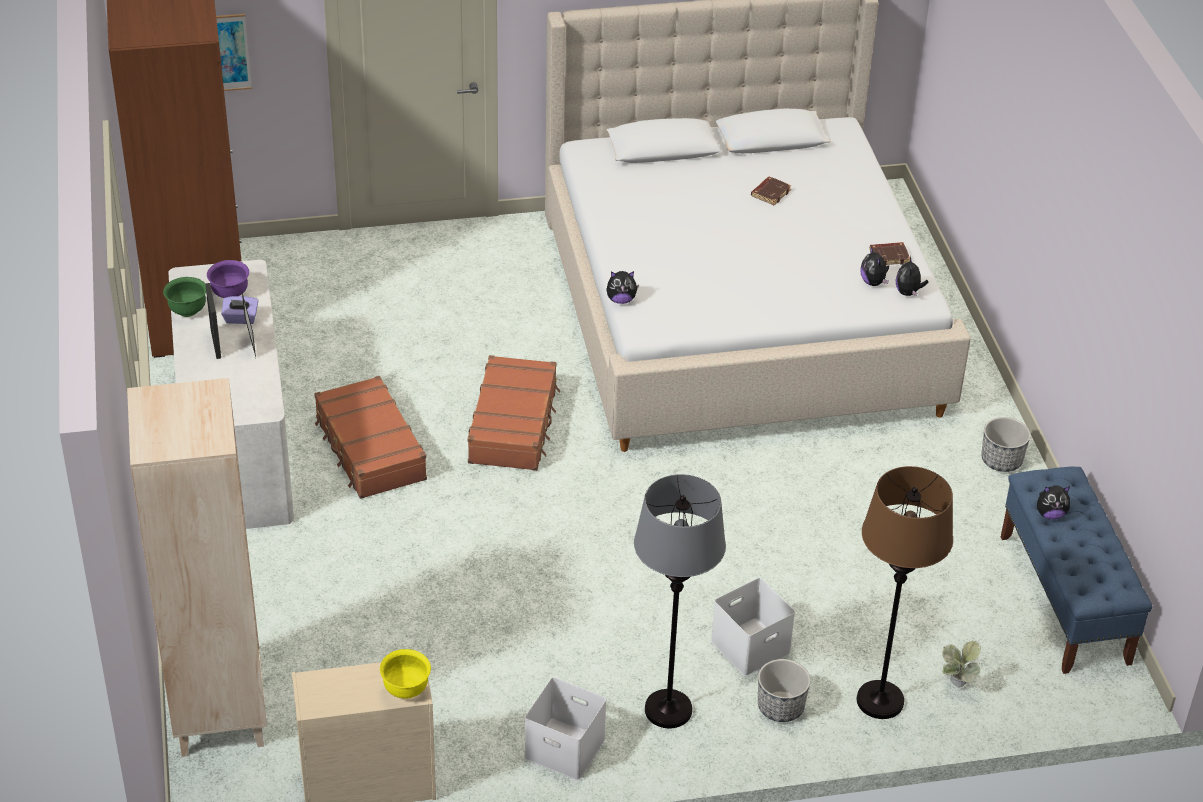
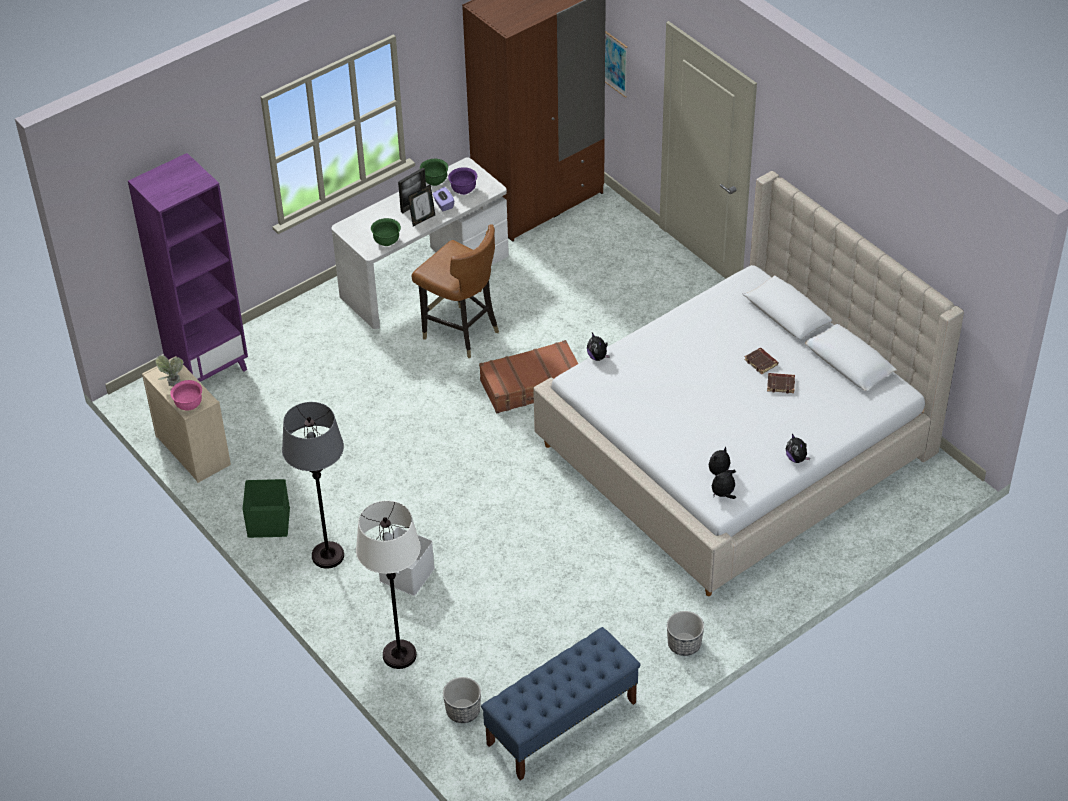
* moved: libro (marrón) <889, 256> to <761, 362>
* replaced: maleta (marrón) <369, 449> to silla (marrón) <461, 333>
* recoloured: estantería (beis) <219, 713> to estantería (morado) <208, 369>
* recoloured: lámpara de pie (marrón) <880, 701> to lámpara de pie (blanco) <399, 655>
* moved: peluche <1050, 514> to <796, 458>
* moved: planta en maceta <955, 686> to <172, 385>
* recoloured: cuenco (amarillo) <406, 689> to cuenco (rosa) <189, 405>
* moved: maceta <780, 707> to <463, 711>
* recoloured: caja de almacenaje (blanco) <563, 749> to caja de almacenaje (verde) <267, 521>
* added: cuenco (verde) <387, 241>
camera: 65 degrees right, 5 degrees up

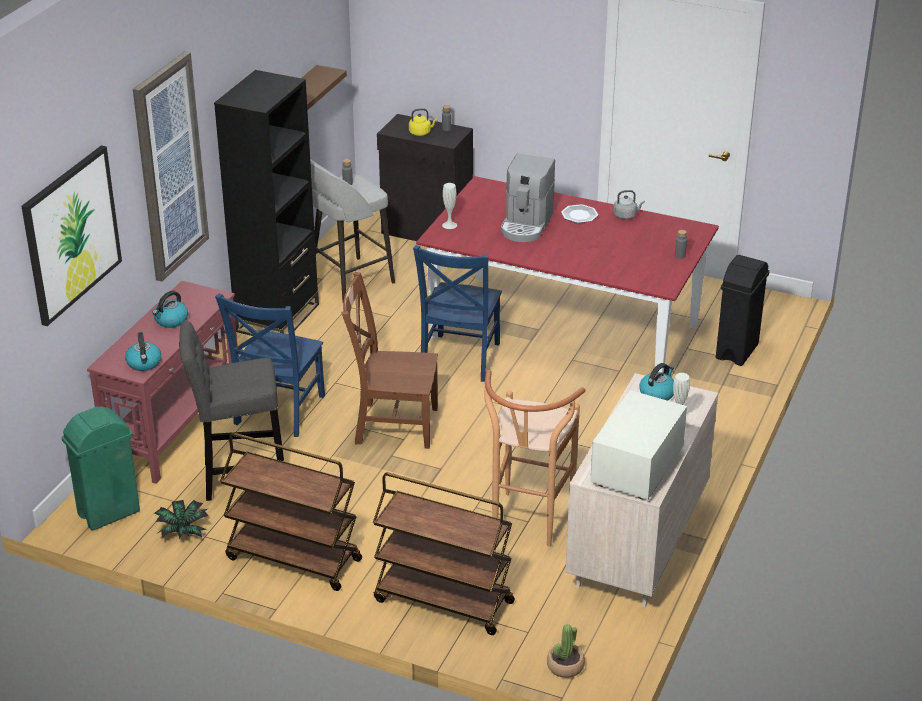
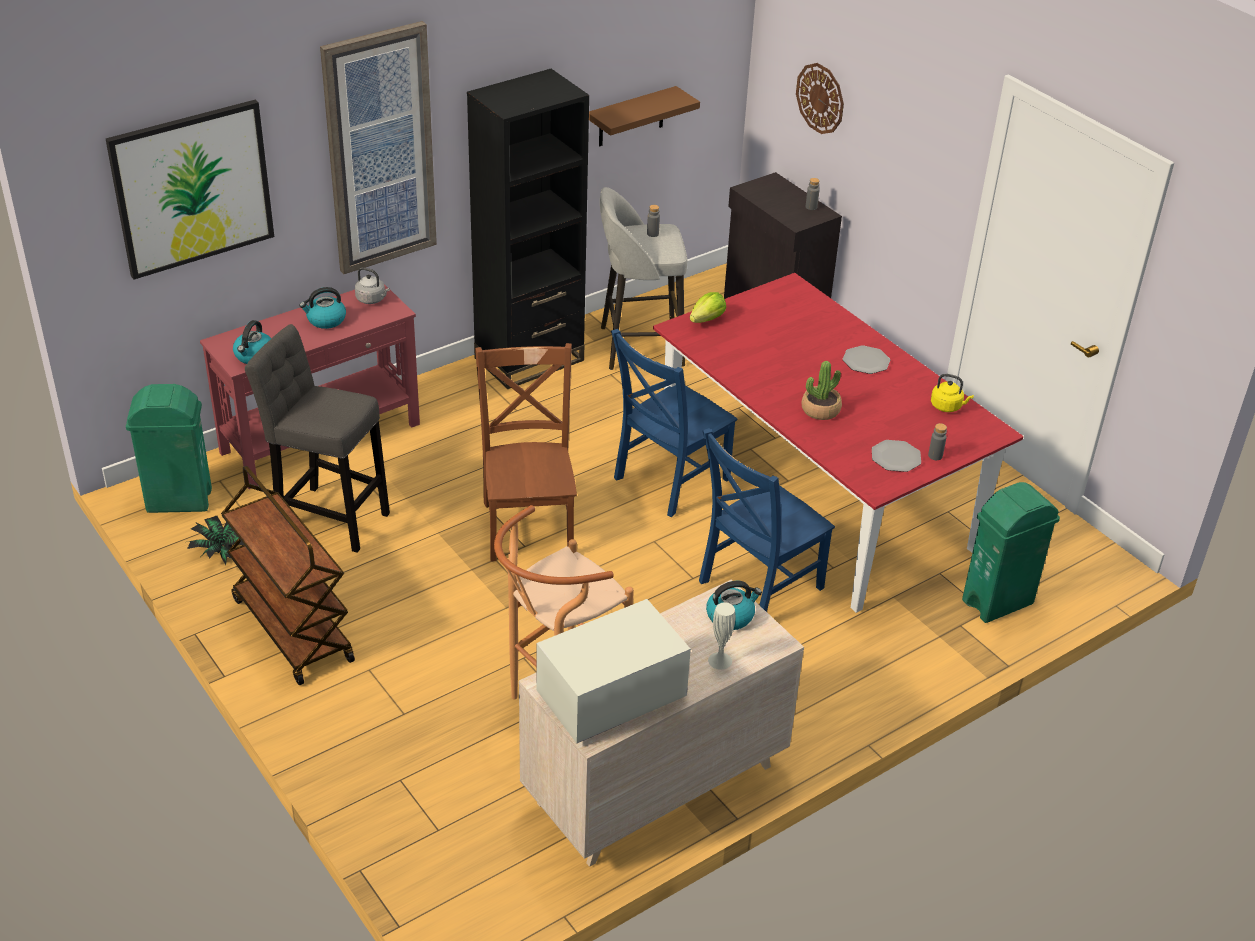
* moved: hervidor (amarillo) <421, 133> to <947, 406>
* removed: cafetera <526, 225>
* replaced: florero (blanco) <449, 225> to lechuga <707, 320>
* moved: hervidor (gris) <626, 215> to <372, 299>
* recoloured: papelera (negro) <737, 351> to papelera (verde) <998, 602>
* turned: silla (marrón) <392, 425> = <528, 525> 45 degrees clockwise
* moved: silla (azul) <278, 412> to <757, 587>
* removed: carrito (marrón) <442, 601>
* moved: planta en maceta <565, 666> to <820, 410>
* added: reloj de pared <820, 98>
* added: plato <895, 457>
camera: 30 degrees right, 5 degrees up

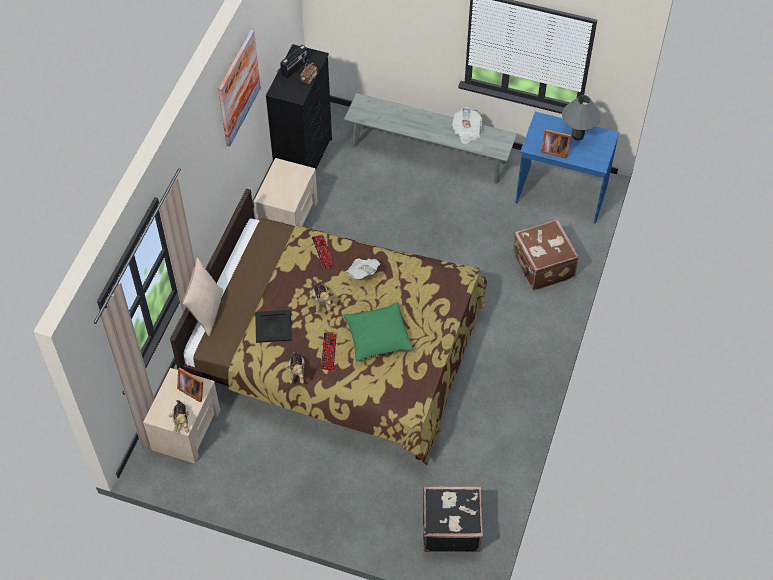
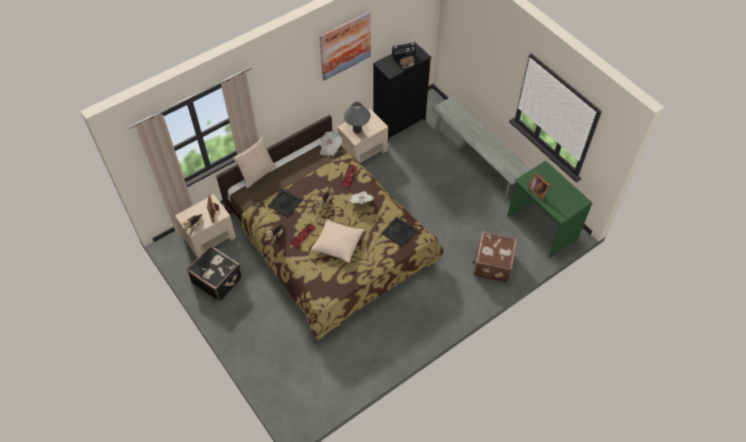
* moved: lámpara de mesa (gris) <577, 135> to <357, 130>
* moved: periódico <466, 131> to <329, 148>
* recoloured: escritorio (azul) <561, 194> to escritorio (verde) <541, 227>
* recoloured: cojín (verde) <377, 337> to cojín (beis) <338, 244>
* moved: maleta (negro) <450, 527> to <218, 279>
* added: bandeja (negro) <398, 231>
camera: 35 degrees right, 0 degrees up

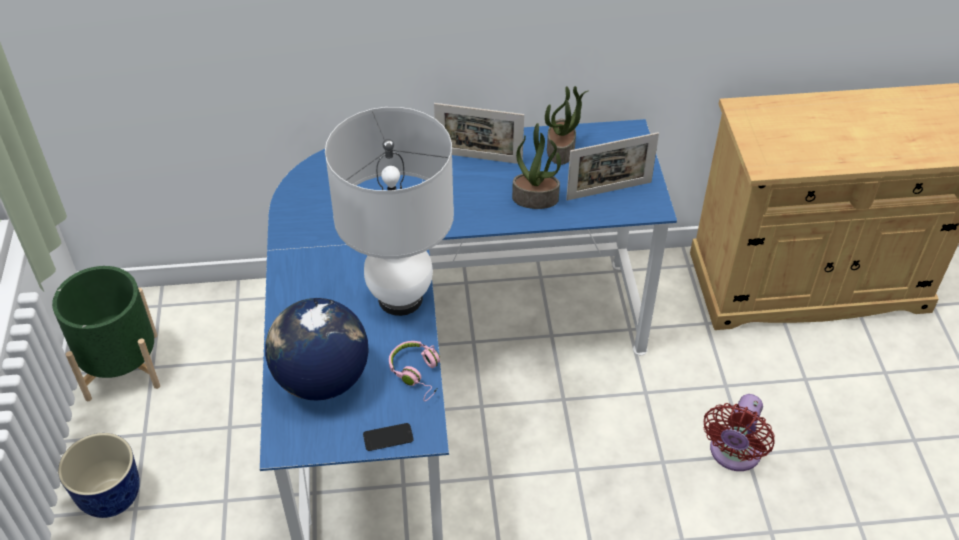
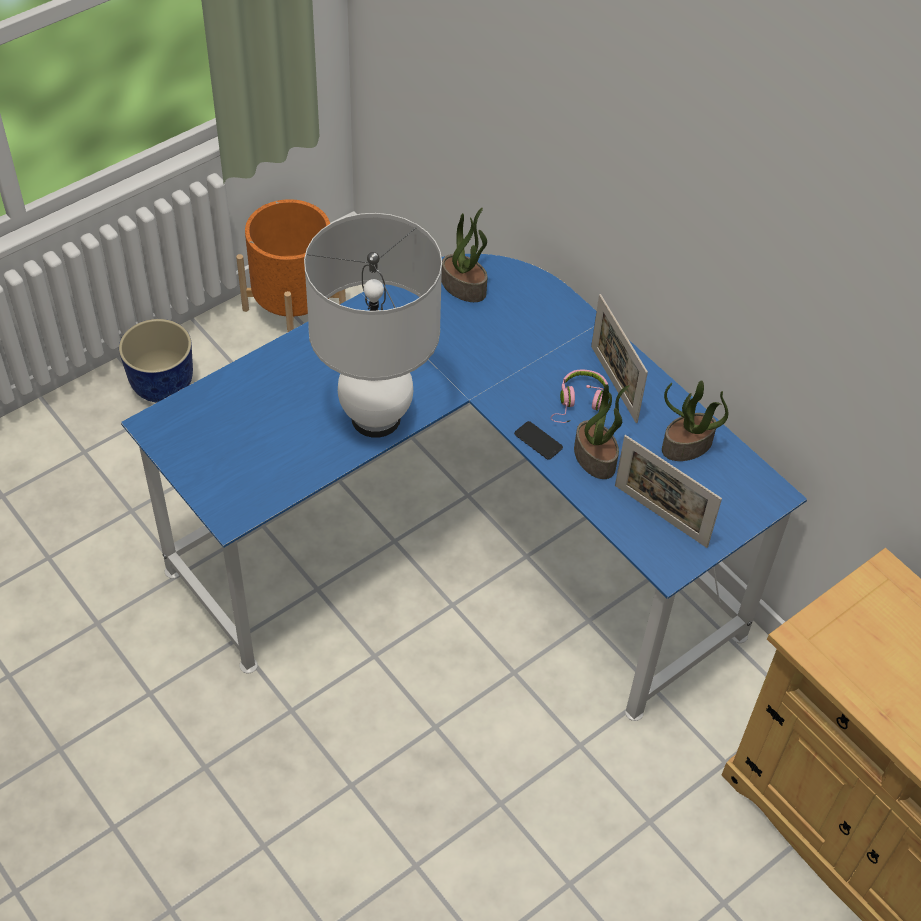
* recoloured: maceta (verde) <122, 366> to maceta (naranja) <294, 310>
* removed: globo terráqueo <321, 379>
* moved: auriculares (rosa) <417, 374> to <579, 403>
* removed: ventilador (rojo) <733, 454>
* moved: móvil <388, 437> to <538, 441>
* added: planta en maceta <464, 287>
camera: 55 degrees right, 5 degrees up

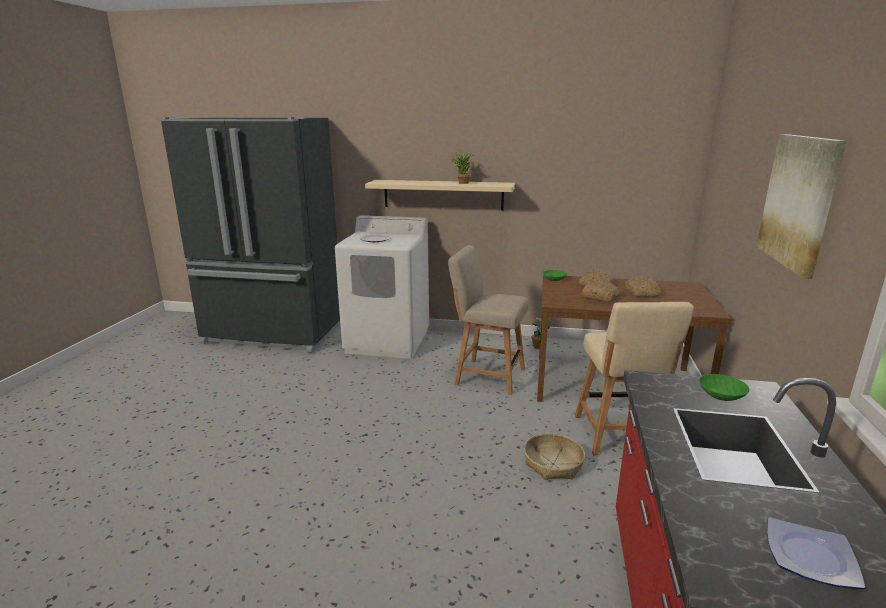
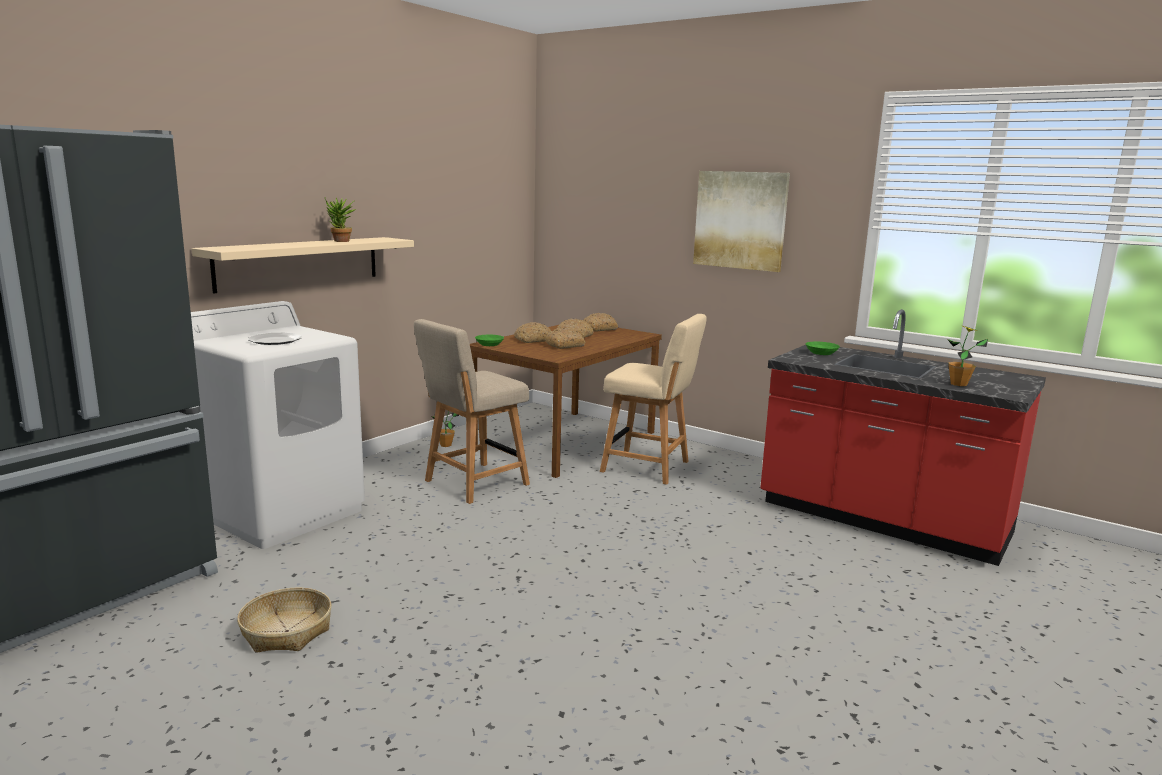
* moved: cesta <553, 464> to <286, 631>
* removed: plato <812, 559>
* added: pan <600, 329>
* added: planta en maceta <958, 384>
camera: 65 degrees left, 5 degrees down

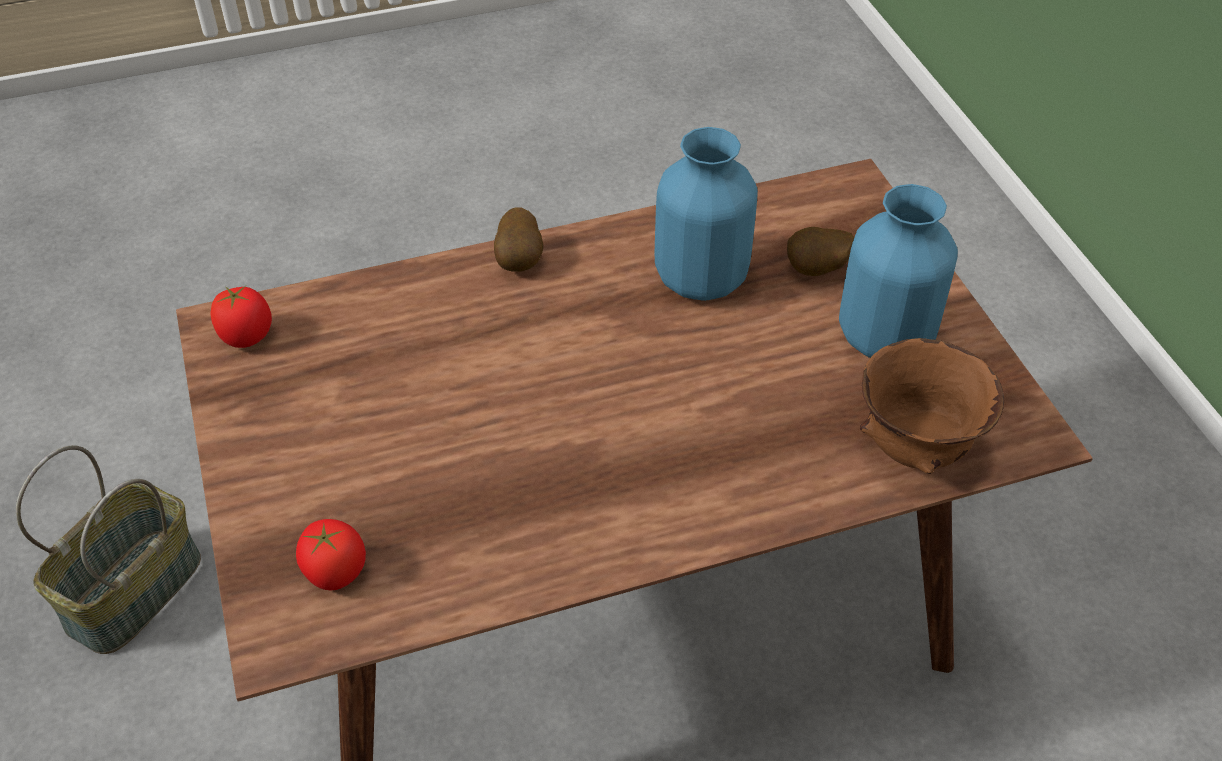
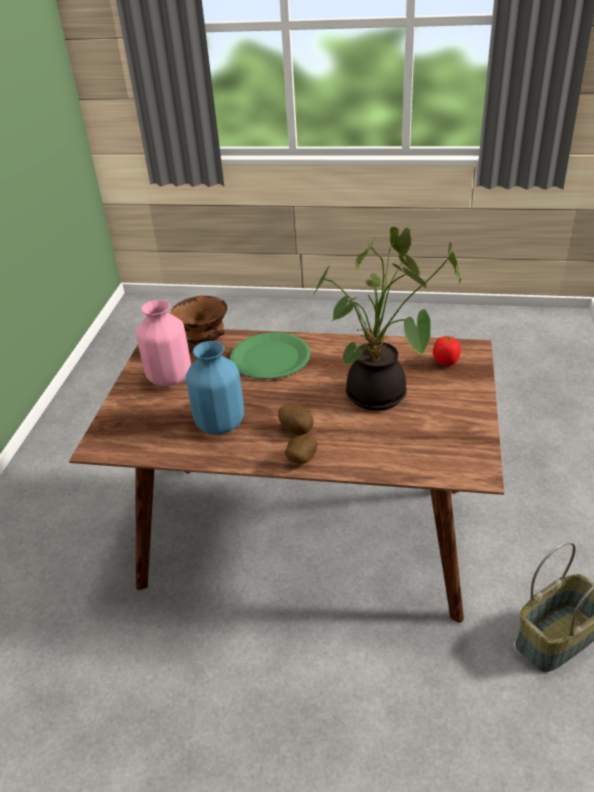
* recoloured: florero (azul) <883, 339> to florero (rosa) <170, 378>
* moved: patata <817, 271> to <297, 430>
* removed: tomate <247, 336>
* added: planta en maceta <380, 397>
* added: plato (verde) <270, 358>
camera: 150 degrees left, 10 degrees down

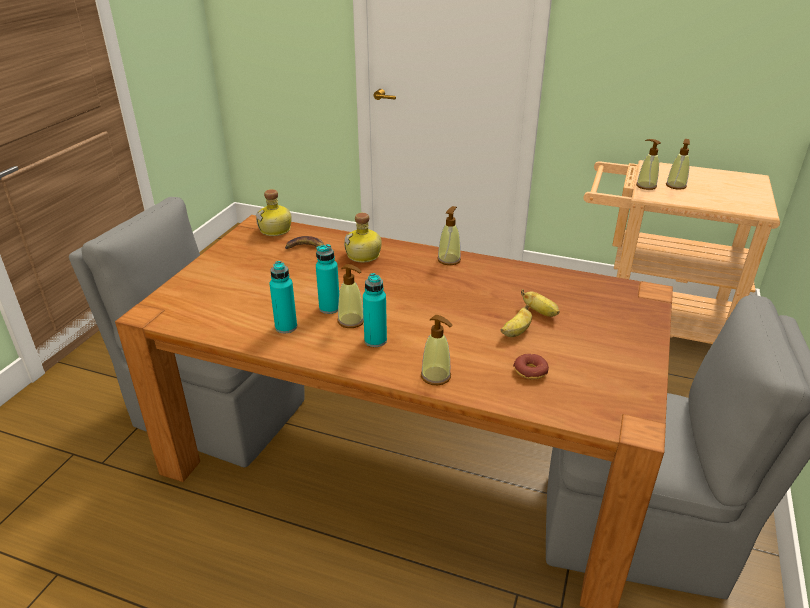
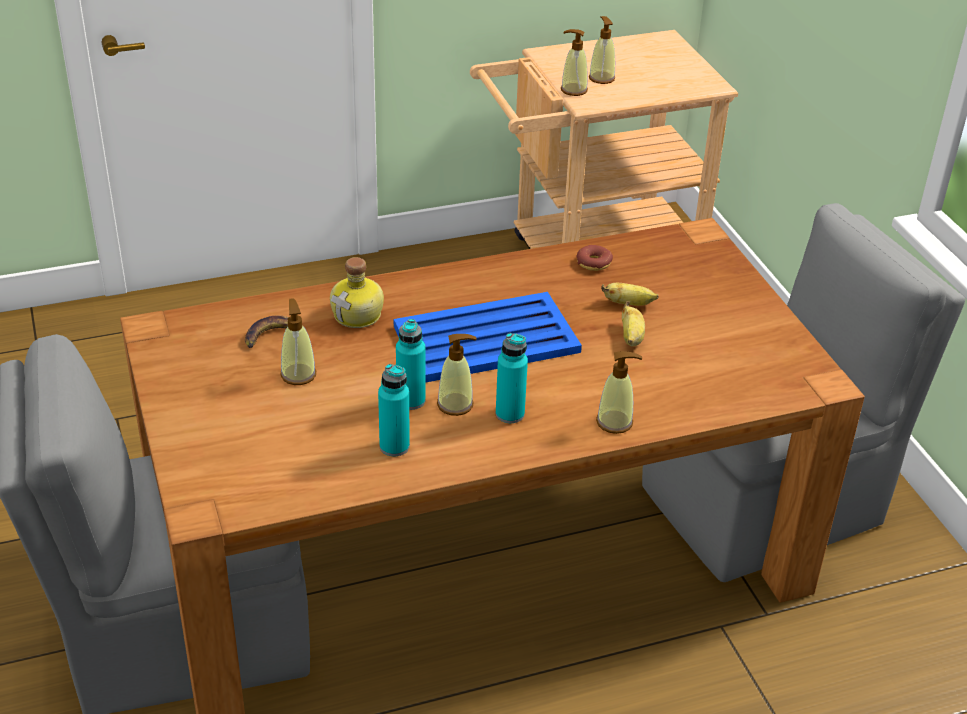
* removed: botella <276, 230>
* moved: dispensador de jabón <449, 260> to <298, 374>
* moved: rosquilla <530, 371> to <593, 263>
* added: bandeja (azul) <488, 339>
camera: 40 degrees left, 5 degrees up

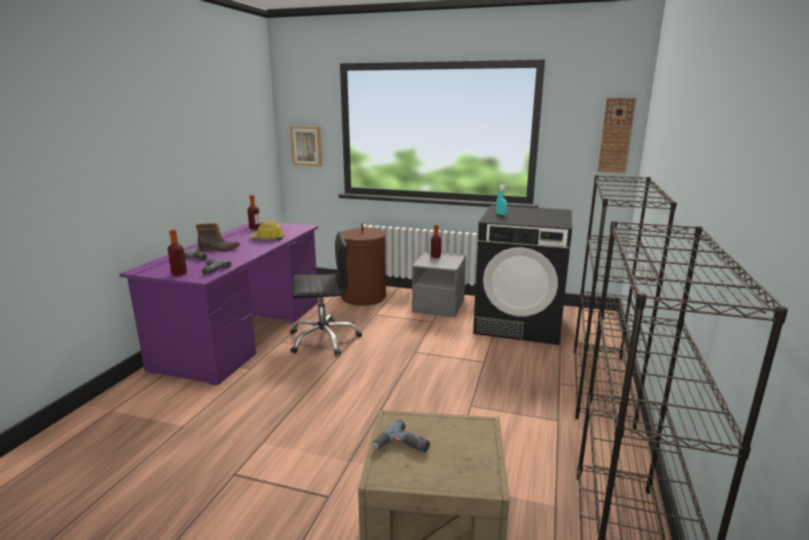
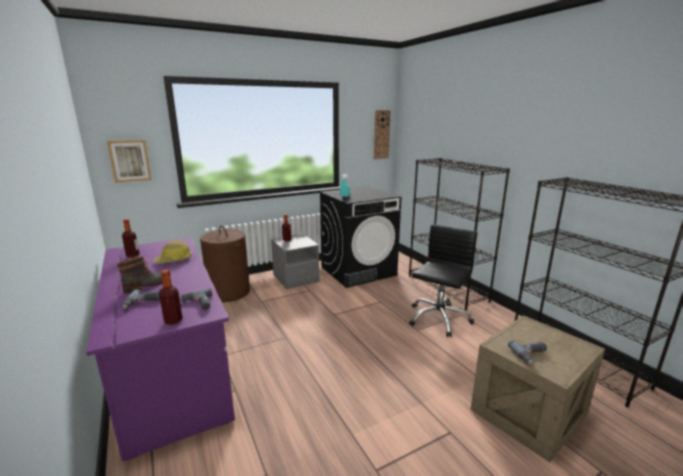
* moved: silla de oficina (negro) <323, 339> to <438, 318>
camera: 45 degrees left, 0 degrees up

